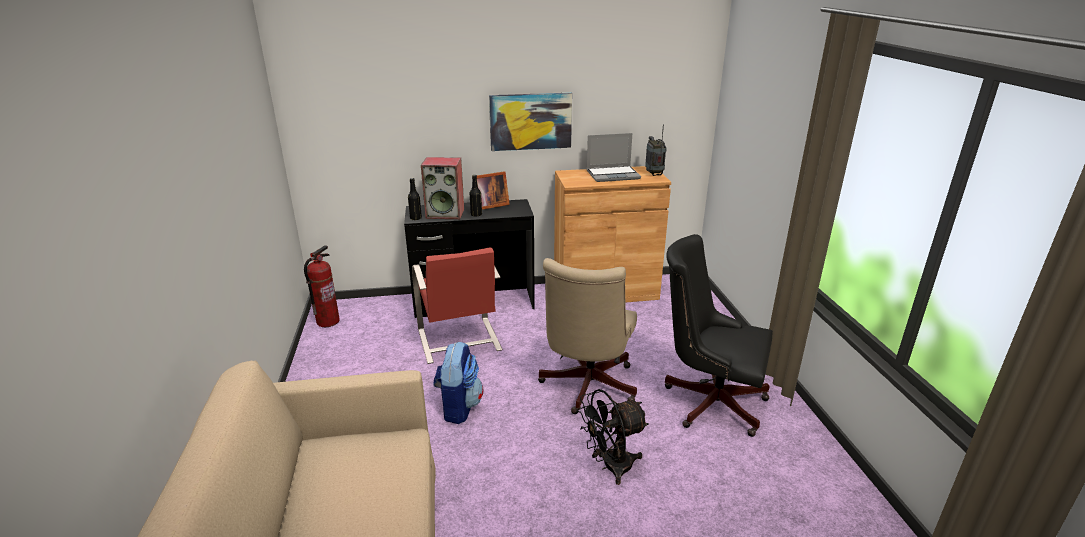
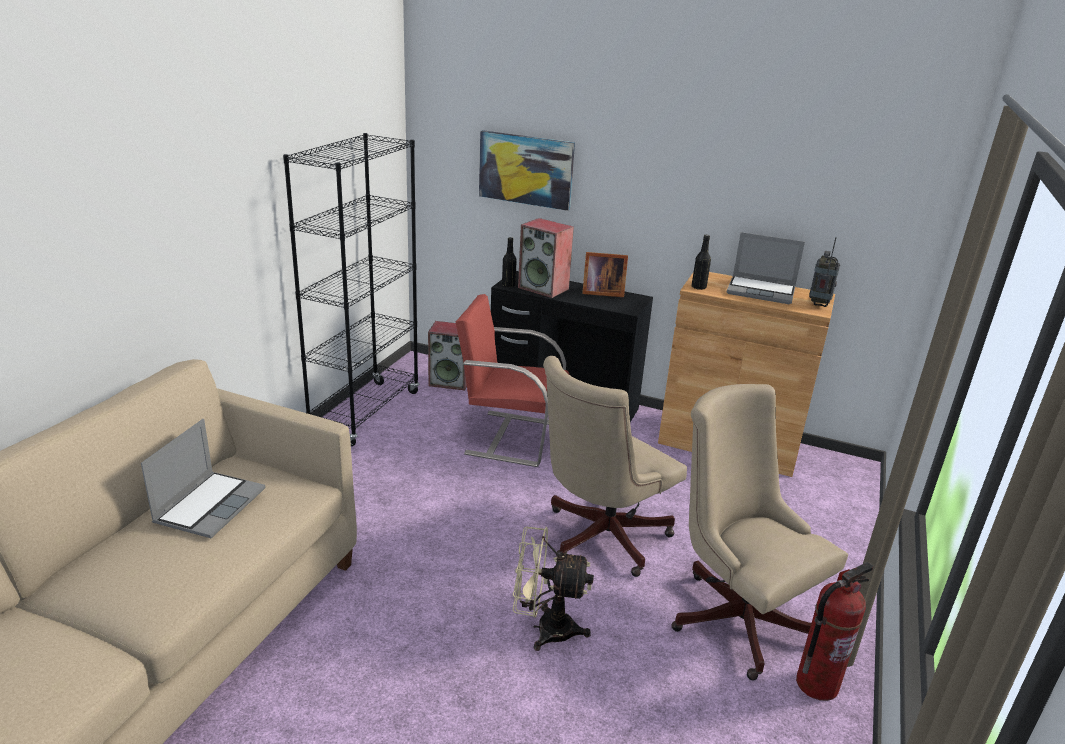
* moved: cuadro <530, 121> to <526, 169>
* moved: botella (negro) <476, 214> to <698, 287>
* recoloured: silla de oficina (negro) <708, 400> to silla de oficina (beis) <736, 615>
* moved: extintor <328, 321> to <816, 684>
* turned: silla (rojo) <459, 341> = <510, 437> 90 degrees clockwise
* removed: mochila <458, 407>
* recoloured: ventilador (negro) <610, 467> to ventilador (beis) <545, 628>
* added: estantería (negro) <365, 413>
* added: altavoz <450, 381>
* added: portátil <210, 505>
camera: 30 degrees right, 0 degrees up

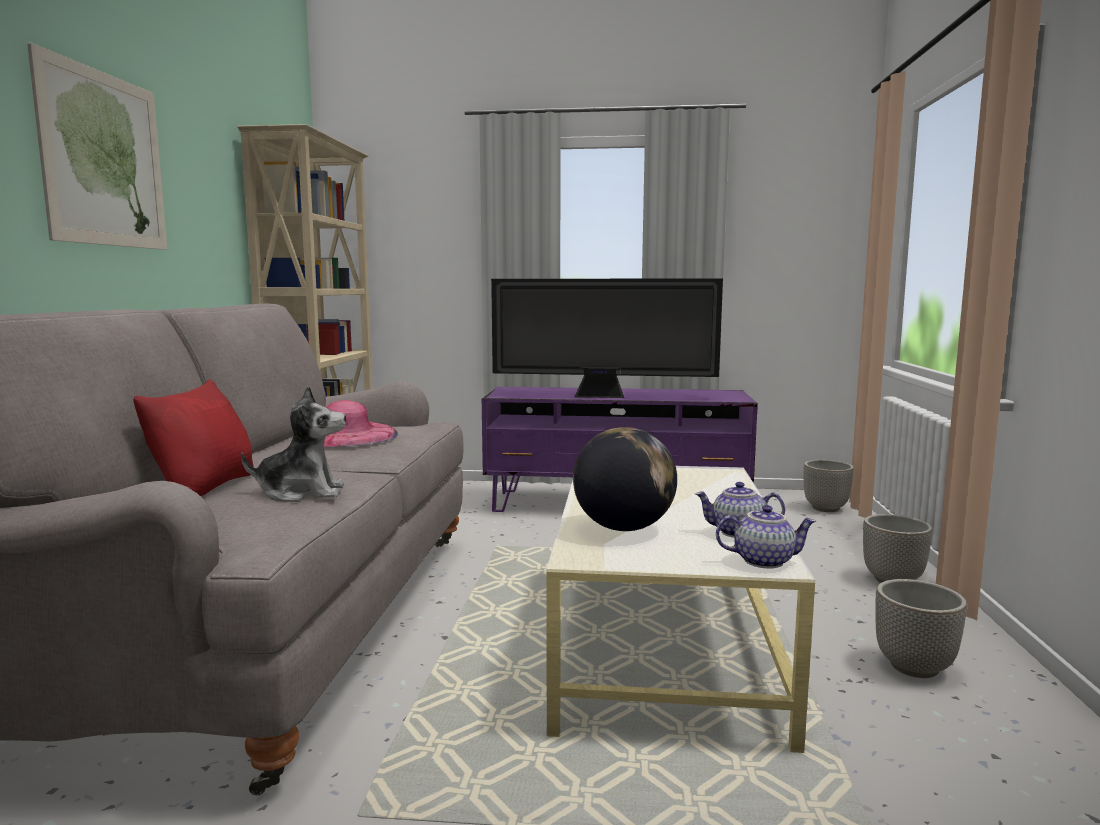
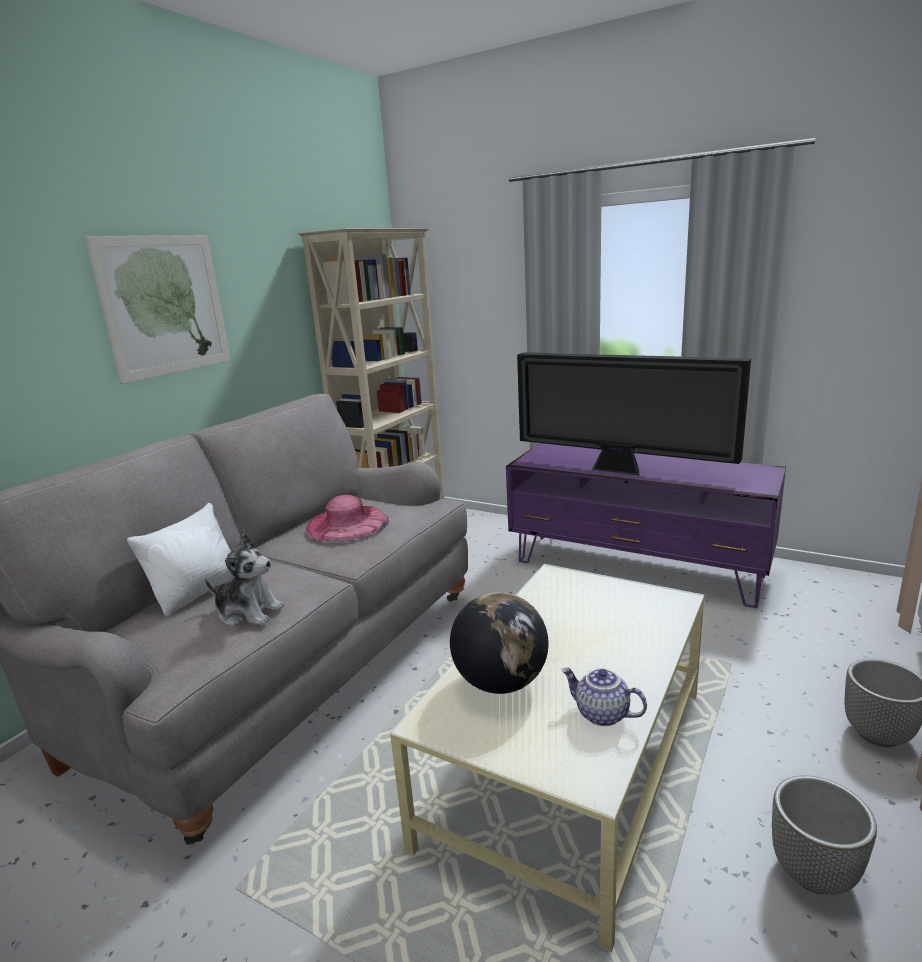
* recoloured: cojín (rojo) <205, 488> to cojín (blanco) <198, 592>
* removed: maceta <826, 508>
* removed: tetera <764, 560>
camera: 25 degrees right, 10 degrees up

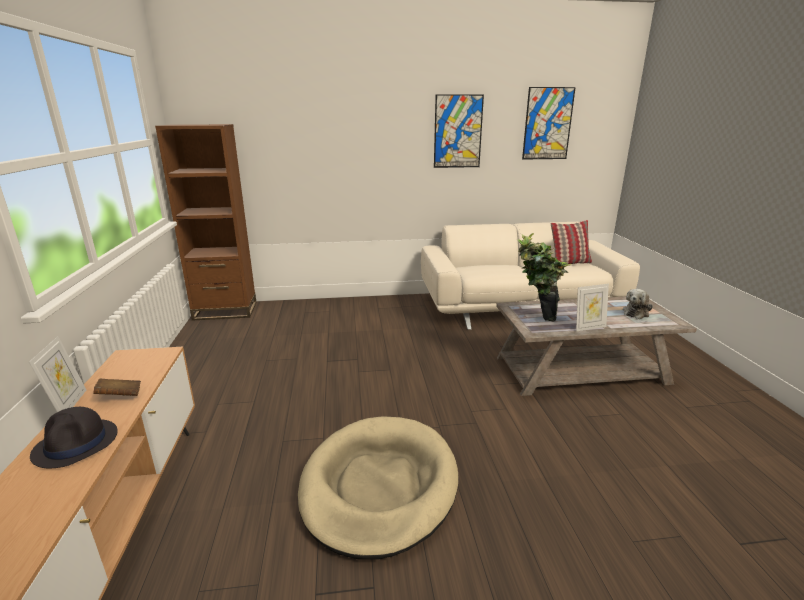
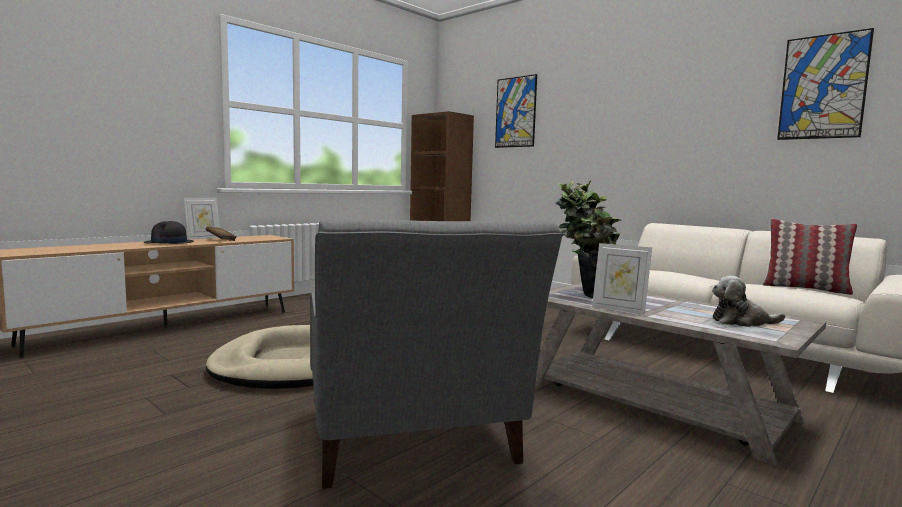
* moved: cuadro <458, 131> to <515, 112>
* added: sillón (gris) <414, 443>
camera: 50 degrees right, 15 degrees down

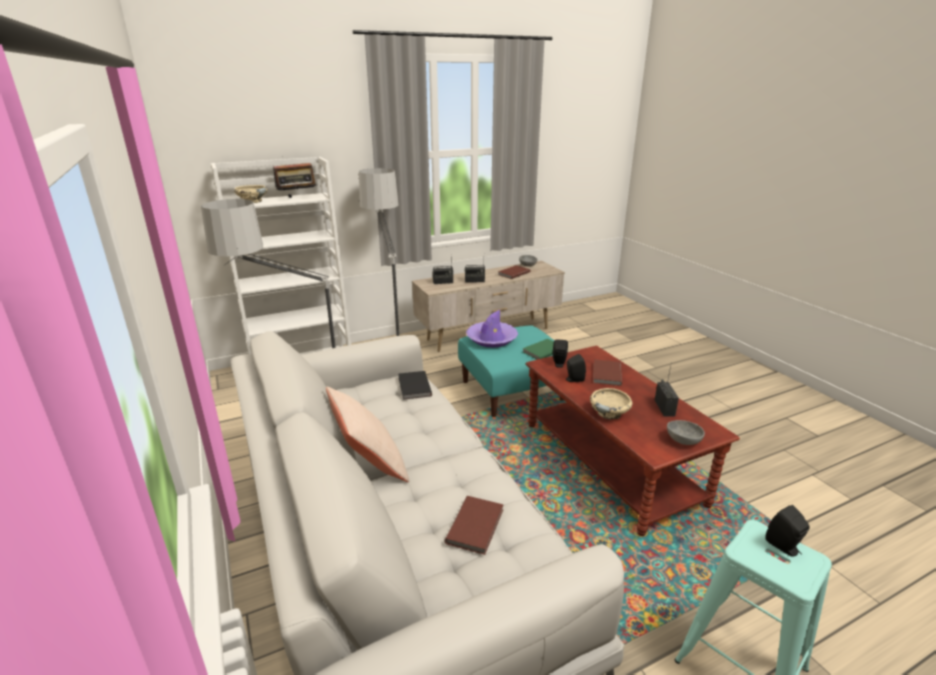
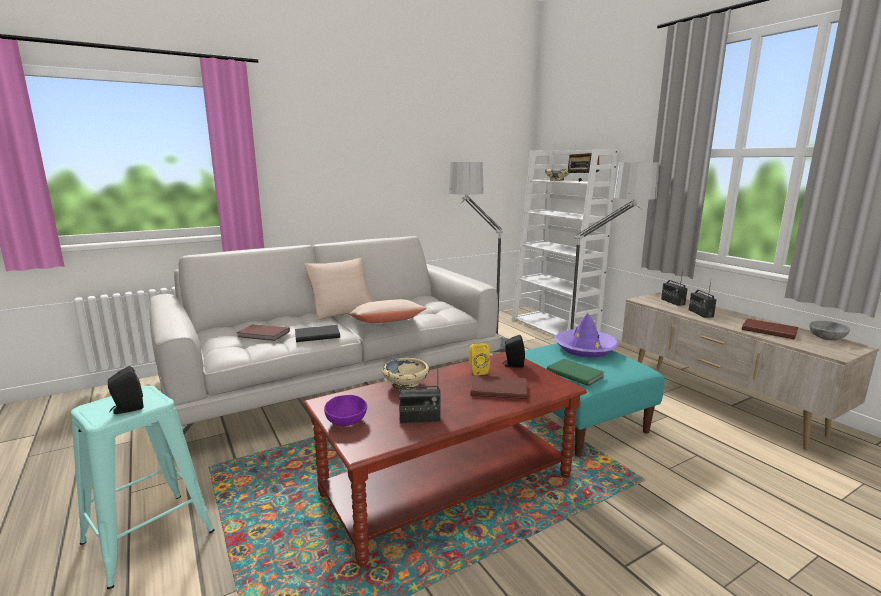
* recoloured: altavoz (negro) <573, 379> to altavoz (amarillo) <477, 371>
* moved: libro (negro) <413, 387> to <316, 335>
* recoloured: cuenco (gris) <683, 440> to cuenco (morado) <347, 421>
* added: cojín (beis) <386, 324>
camera: 85 degrees right, 10 degrees down

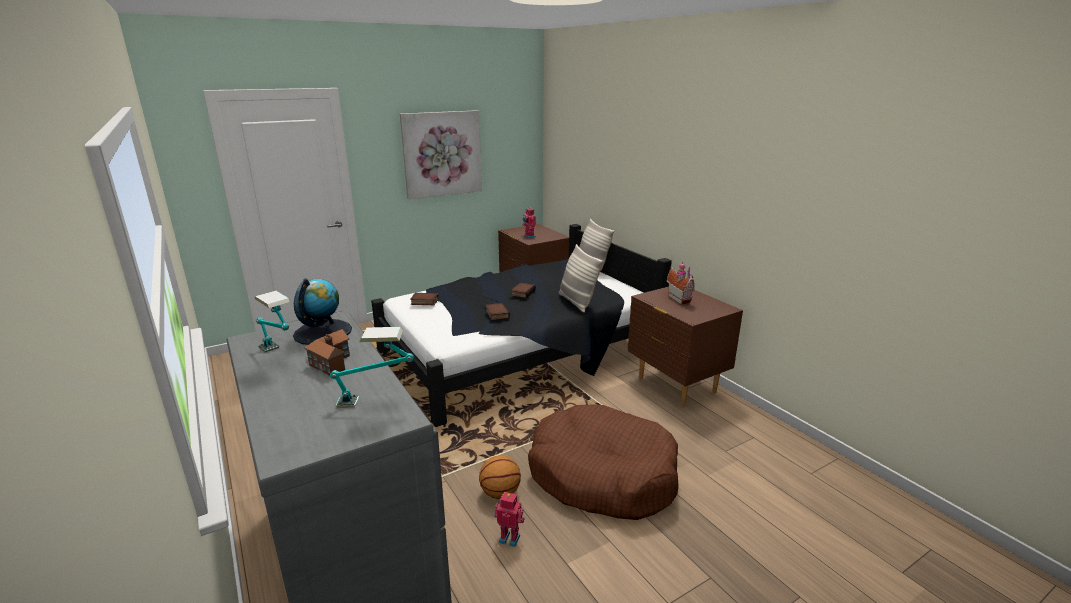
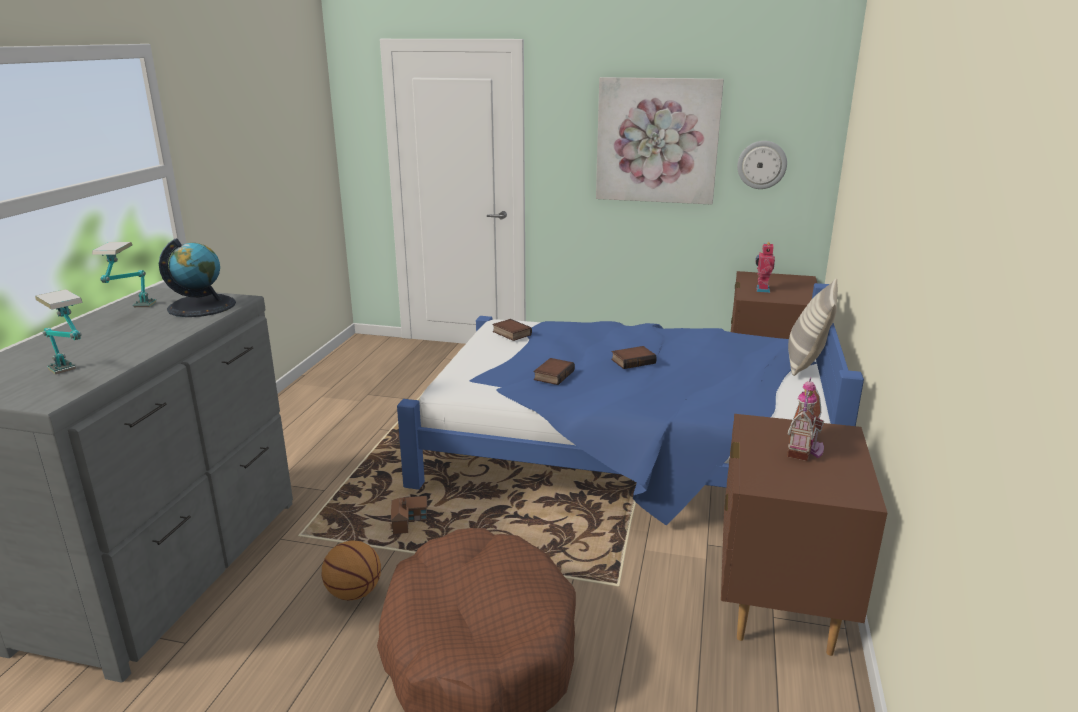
* recoloured: cama (negro) <518, 354> to cama (azul) <623, 453>
* removed: cojín <577, 302>
* moved: casita <331, 361> to <409, 520>
* removed: robot de juguete <510, 538>
* added: reloj de pared <762, 164>
camera: 45 degrees right, 0 degrees up

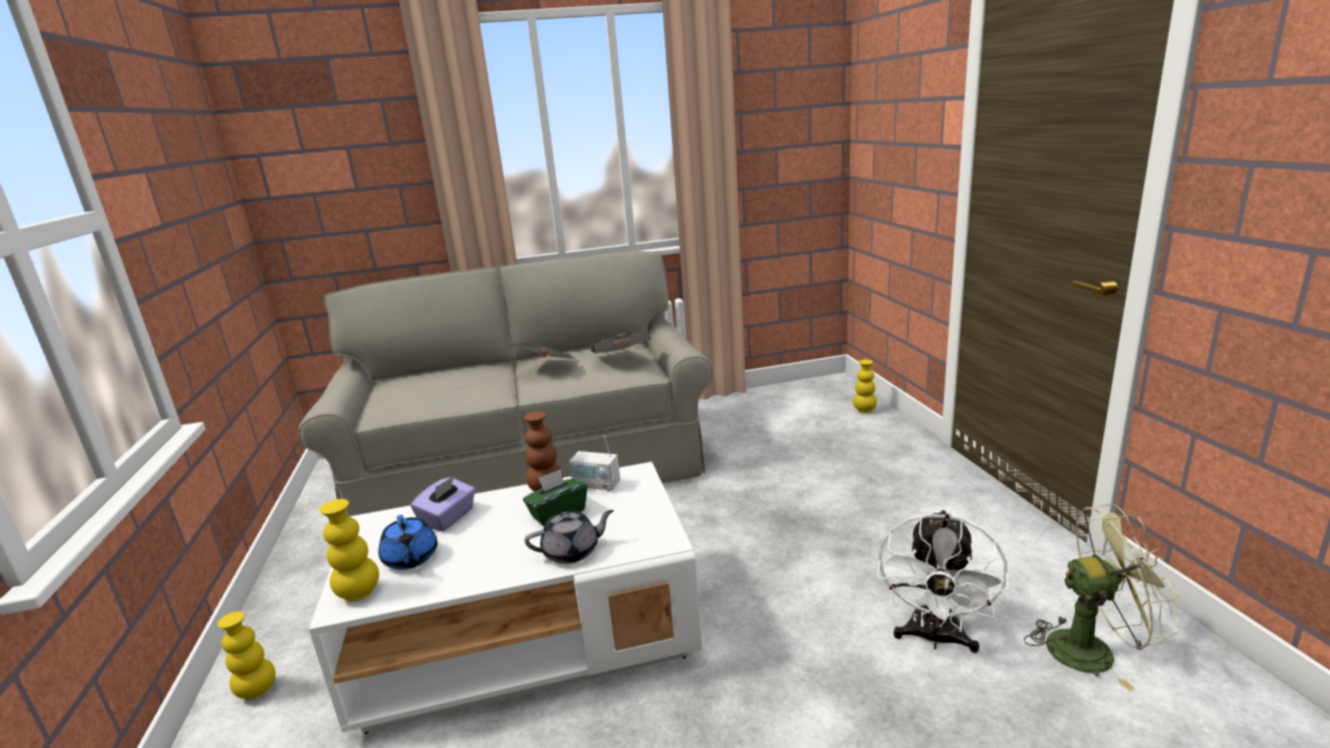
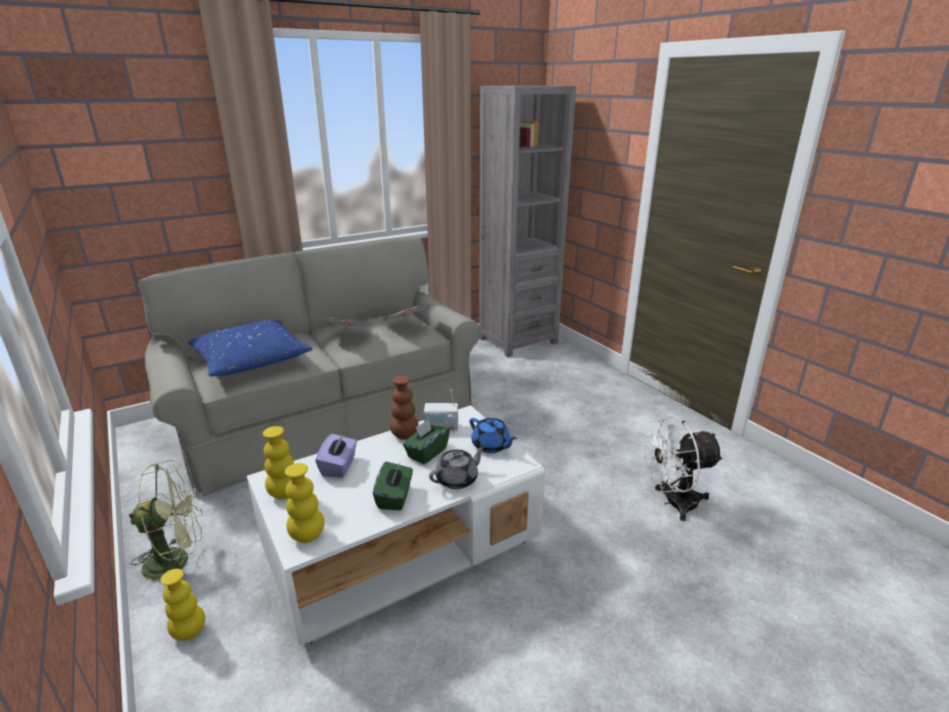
* moved: florero (amarillo) <864, 410> to <284, 493>
* moved: ventilador (verde) <1092, 649> to <177, 560>
* turned: ventilador (blanco) <935, 639> = <673, 503> 75 degrees clockwise
* moved: tetera (azul) <411, 559> to <491, 446>
* added: estantería (gris) <518, 340>
* added: cojín (azul) <251, 359>
* added: caja de pañuelos (verde) <395, 497>
camera: 20 degrees left, 5 degrees up

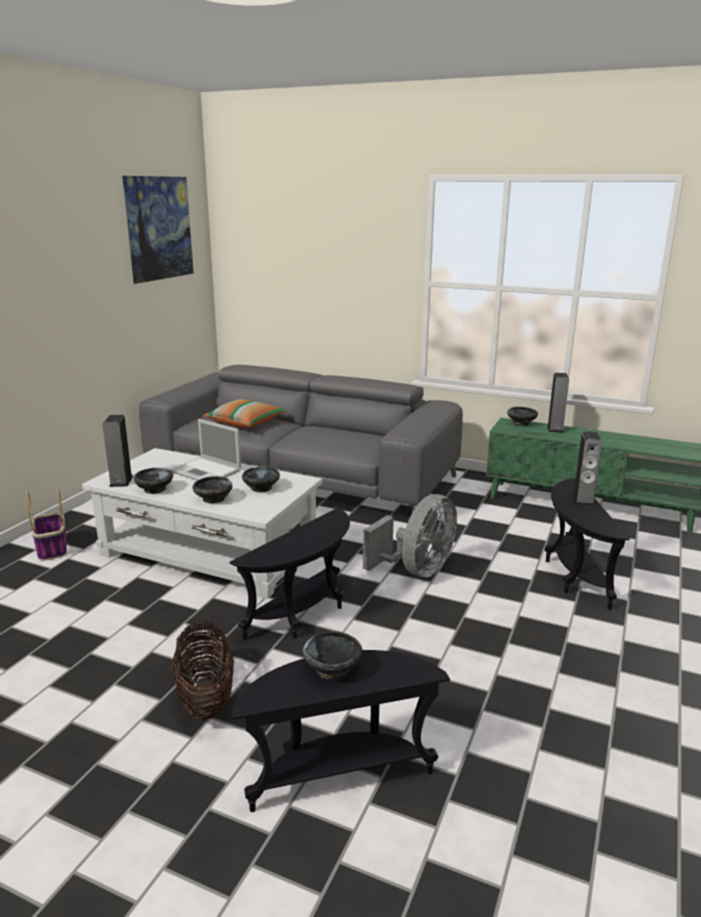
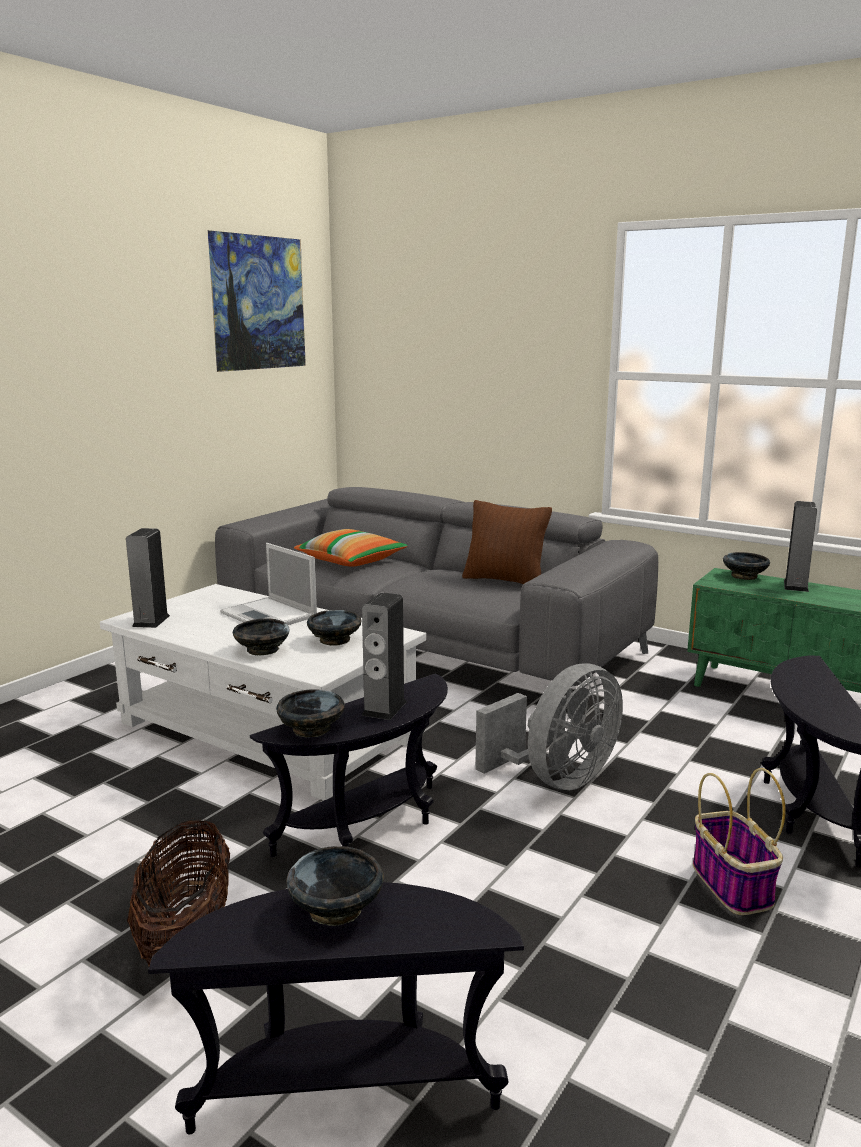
* moved: altavoz <582, 500> to <384, 708>
* moved: cuenco (negro) <154, 489> to <311, 729>
* moved: cesta <52, 549> to <733, 885>
* added: cojín (marrón) <505, 581>
camera: 10 degrees right, 5 degrees down

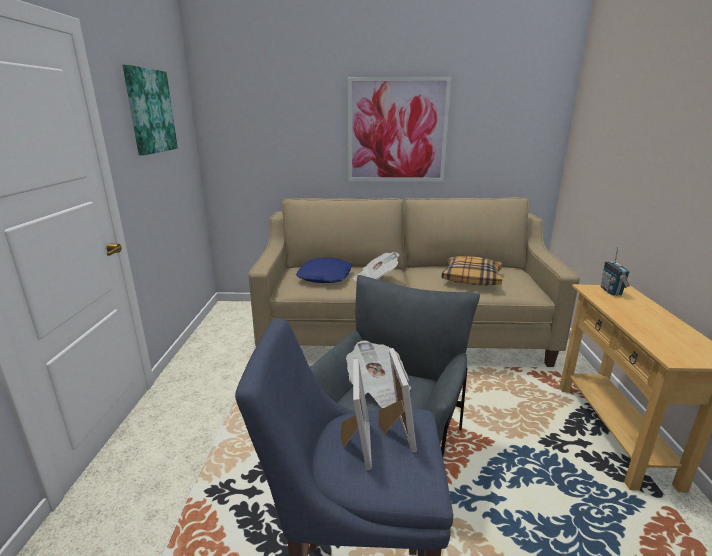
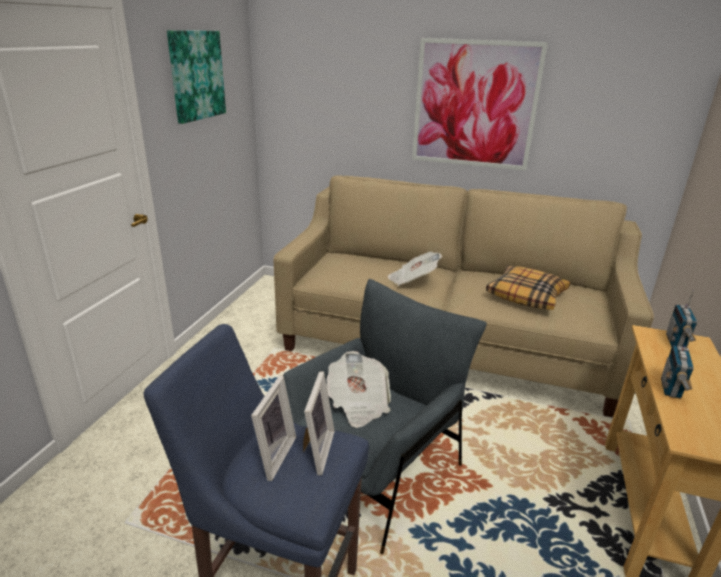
* removed: cojín (azul) <325, 276>
* added: radio <671, 389>
camera: 15 degrees right, 5 degrees up

